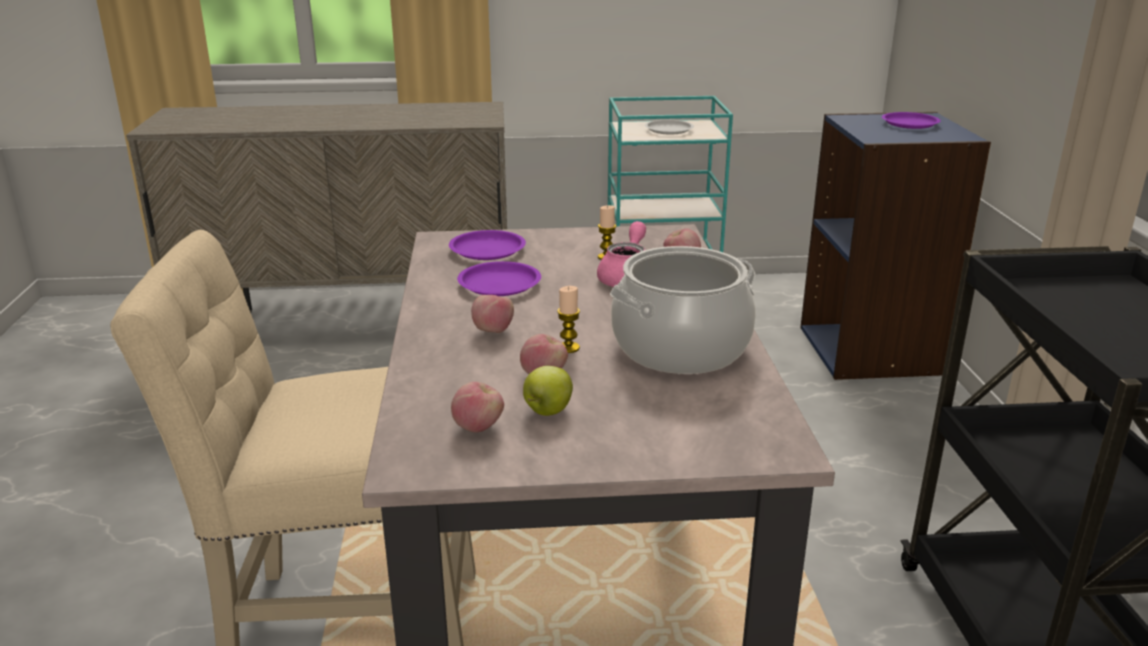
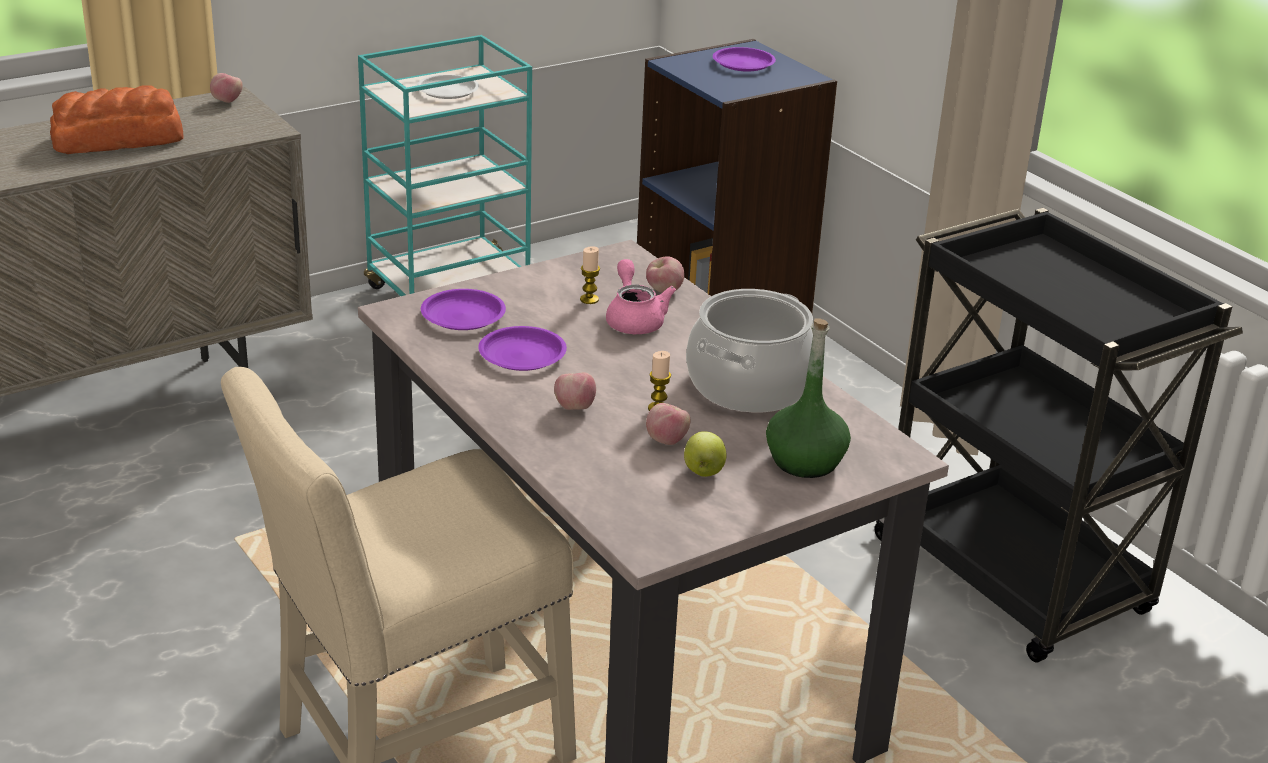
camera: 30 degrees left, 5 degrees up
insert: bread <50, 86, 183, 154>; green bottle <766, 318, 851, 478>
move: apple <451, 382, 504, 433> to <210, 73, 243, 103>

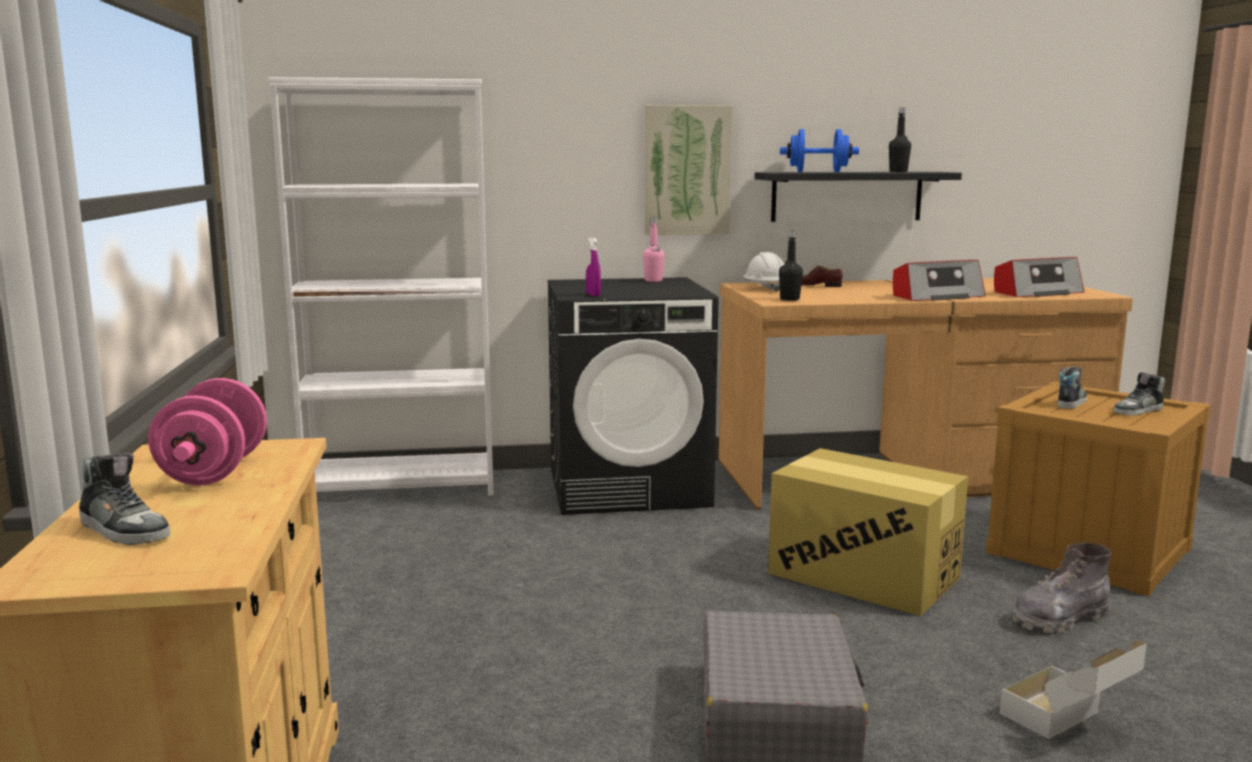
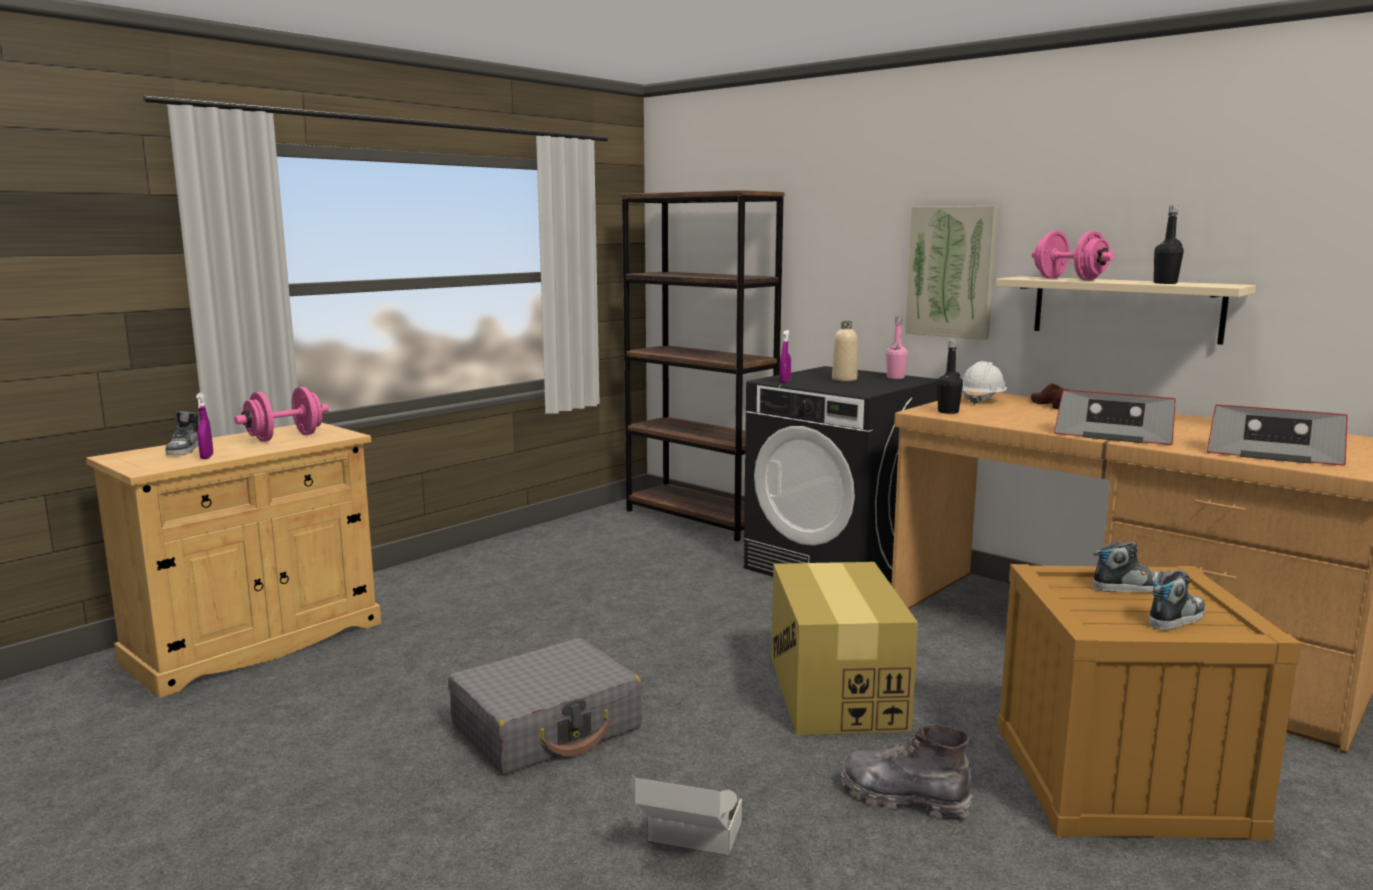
camera: 50 degrees right, 0 degrees up
insert: beige bottle <832, 321, 858, 381>; purple spray bottle <196, 392, 213, 459>
recolor: white bookcase <268, 77, 493, 495> to brown bookcase <621, 190, 785, 542>; blue dumbbell <780, 129, 859, 172> to pink dumbbell <1032, 231, 1115, 280>; black shelf <755, 172, 962, 222> to beige shelf <996, 276, 1256, 345>
rotate: shoe <1113, 372, 1166, 416> = <1149, 570, 1205, 631> 120 degrees clockwise

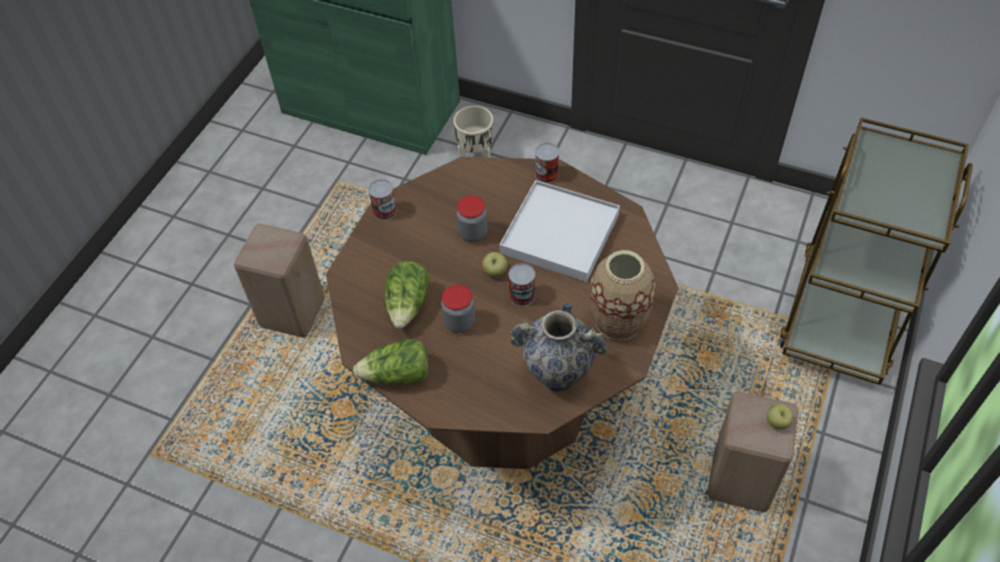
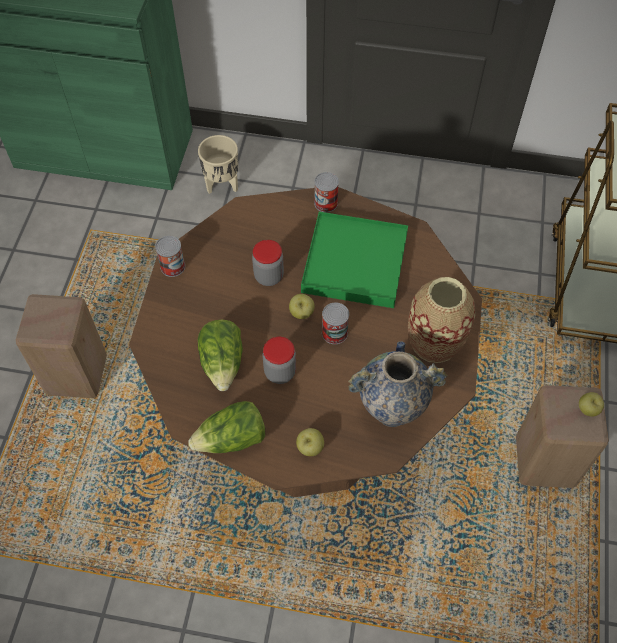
camera: 15 degrees left, 5 degrees up
insert: apple <296, 428, 324, 456>
recolor: white tray <499, 180, 620, 282> to green tray <301, 212, 408, 308>

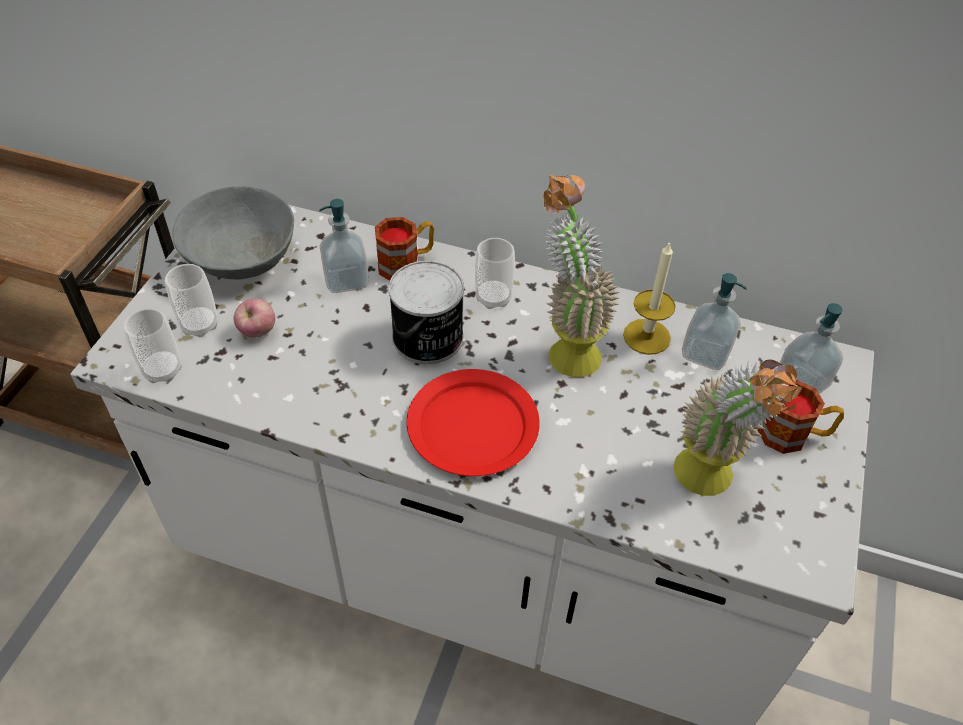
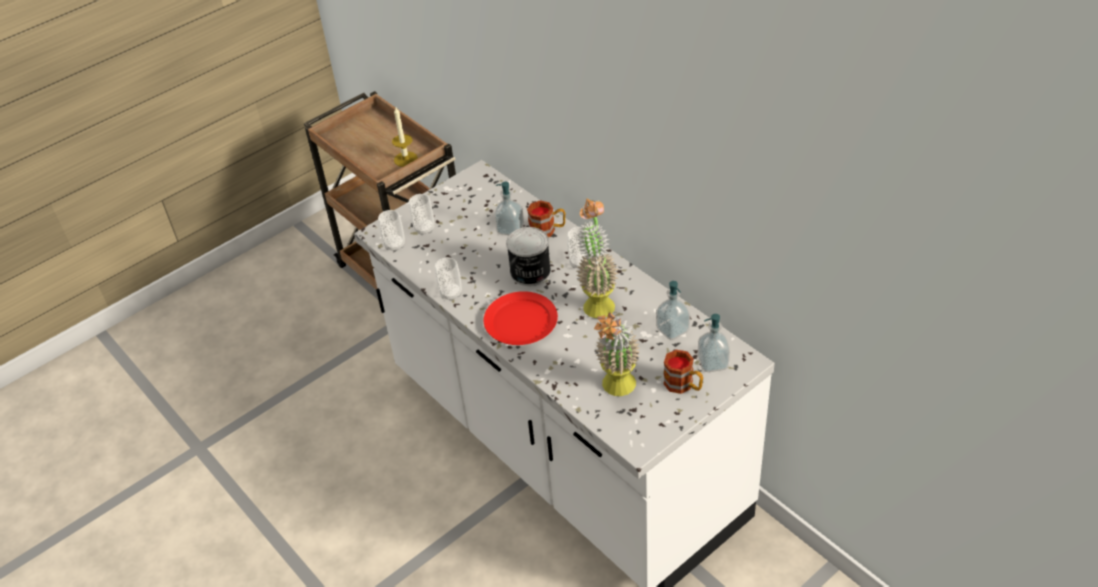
camera: 35 degrees right, 5 degrees down
delete: grey bowl <172, 186, 294, 279>; apple <233, 298, 275, 338>
insert: cup <435, 257, 462, 301>
move: candle <623, 241, 676, 355> to <392, 107, 418, 167>

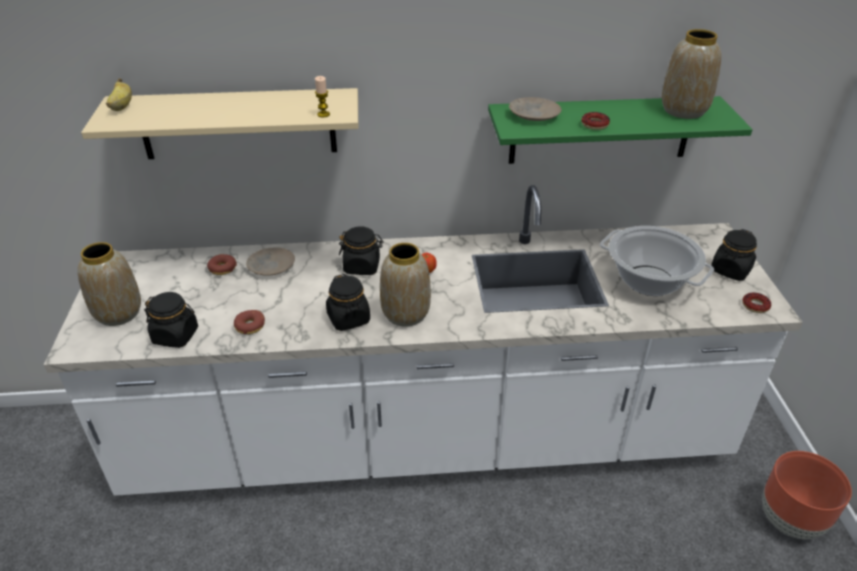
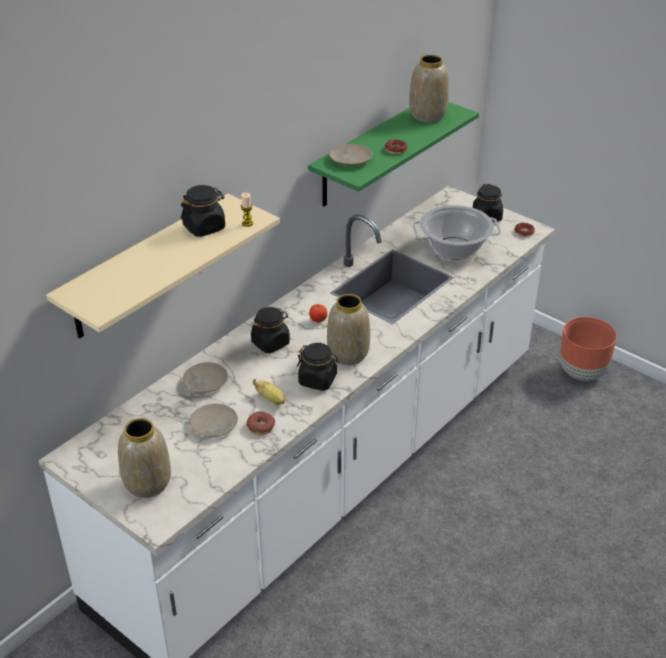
camera: 45 degrees left, 0 degrees up
delete: donut <207, 254, 237, 275>
insert: beige plate <189, 404, 238, 437>
move: banana <106, 78, 132, 111> to <253, 379, 285, 405>; black jar <144, 292, 198, 348> to <181, 185, 225, 237>

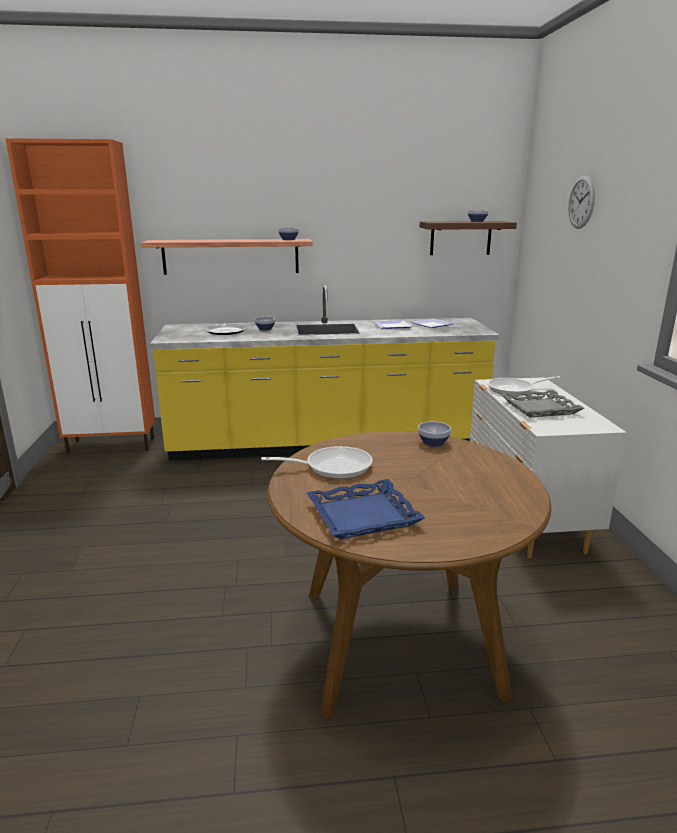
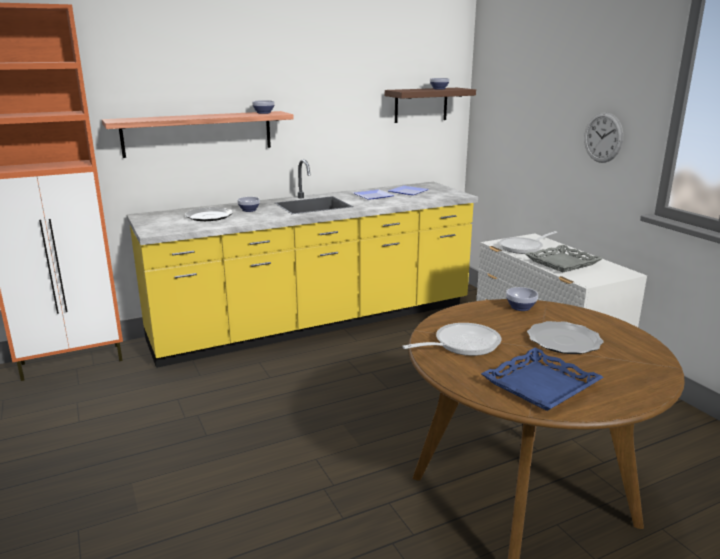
camera: 20 degrees left, 0 degrees up
insert: plate <527, 321, 604, 354>
move: wall clock <568, 175, 595, 229> to <584, 112, 623, 163>

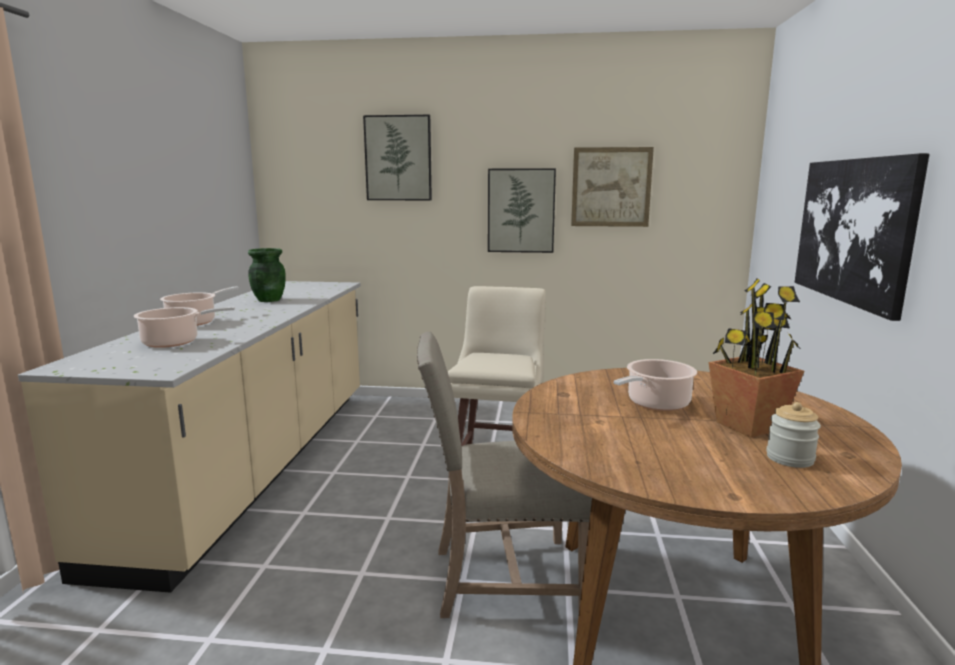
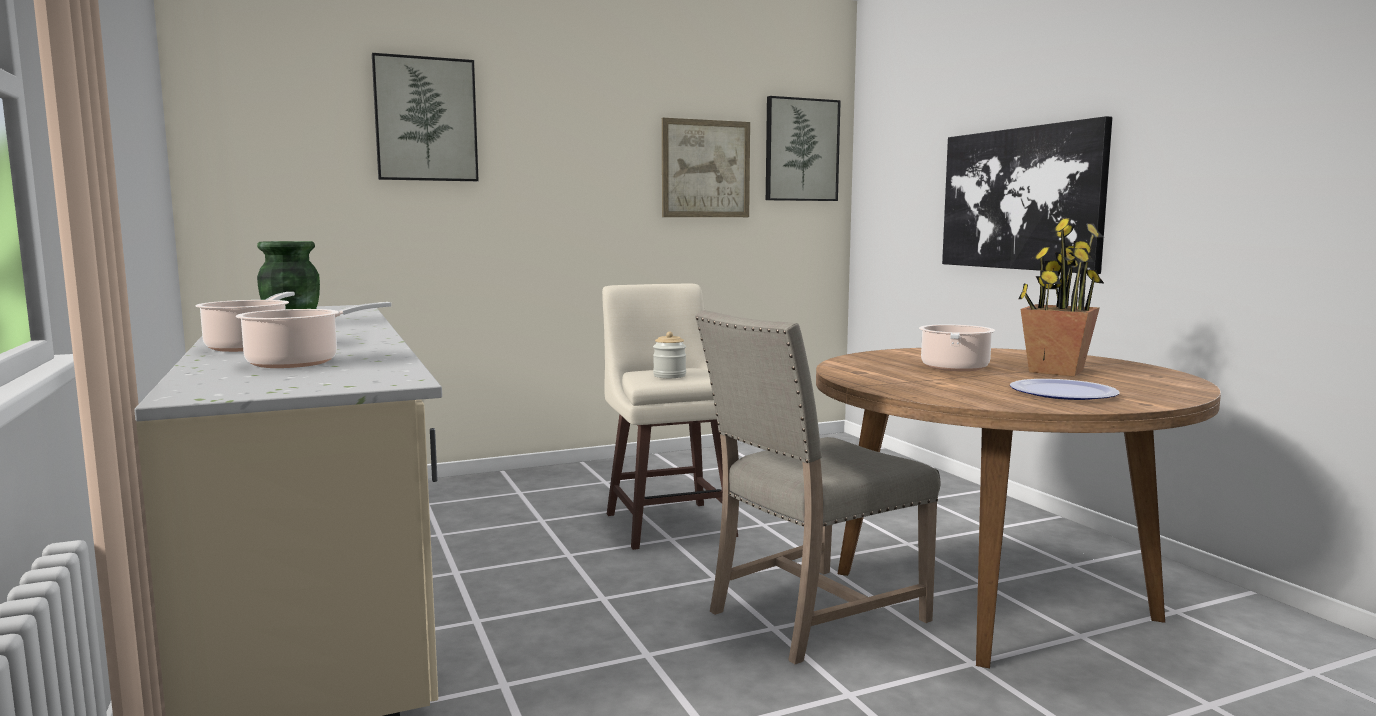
camera: 30 degrees left, 5 degrees down
insert: plate <1010, 379, 1119, 400>
move: picture <488, 168, 556, 253> to <766, 96, 841, 201>; jar <766, 402, 821, 468> to <653, 331, 686, 378>

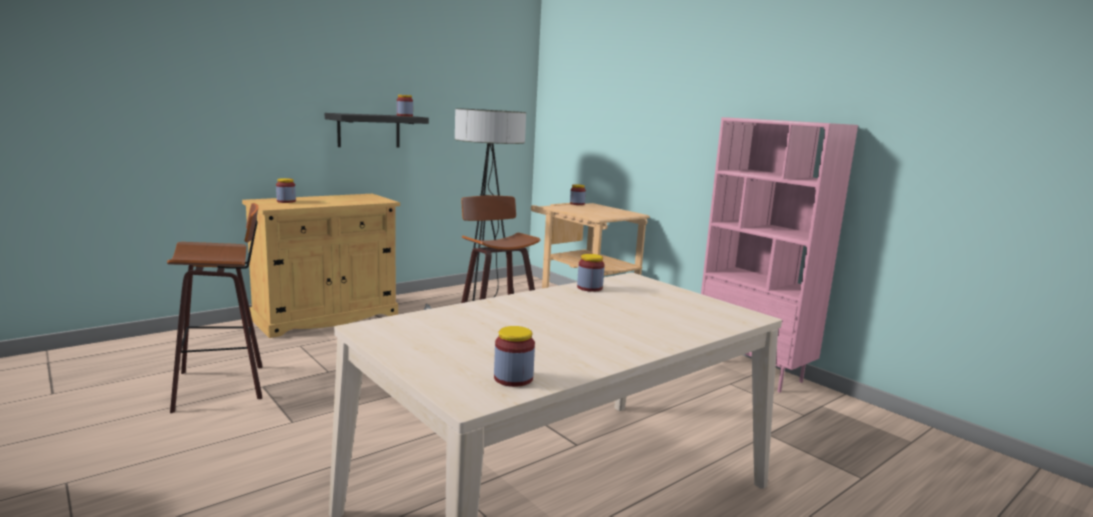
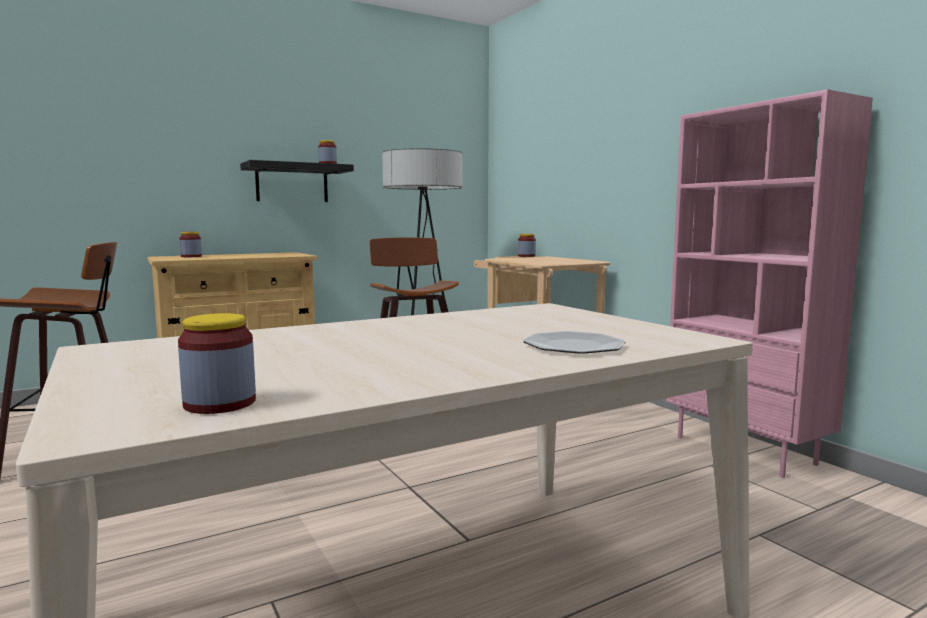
camera: 10 degrees right, 5 degrees down
delete: jar <577, 254, 605, 292>
insert: plate <523, 331, 625, 354>

